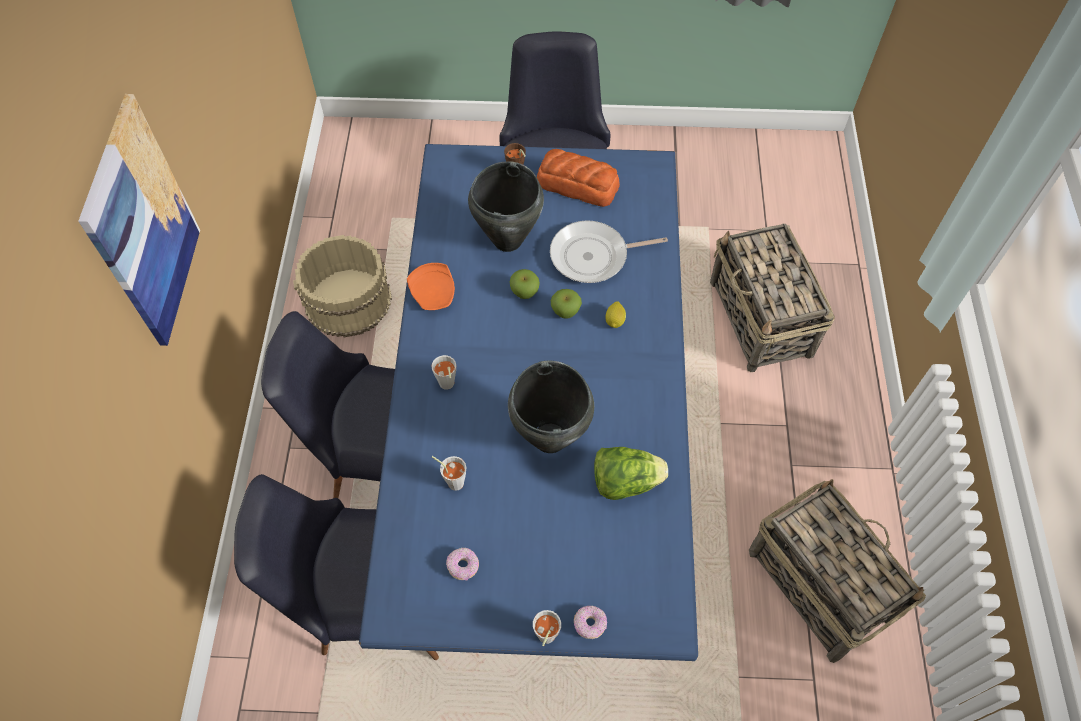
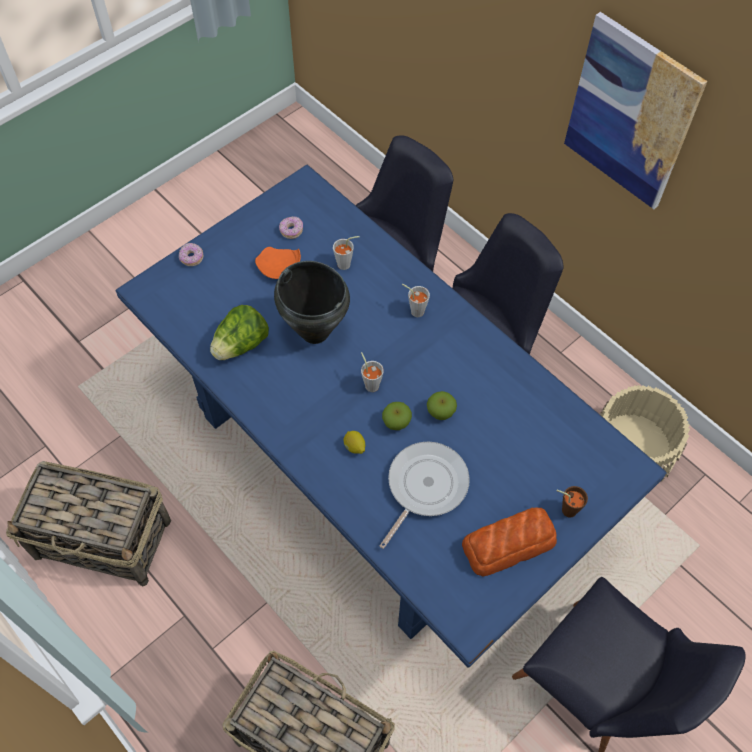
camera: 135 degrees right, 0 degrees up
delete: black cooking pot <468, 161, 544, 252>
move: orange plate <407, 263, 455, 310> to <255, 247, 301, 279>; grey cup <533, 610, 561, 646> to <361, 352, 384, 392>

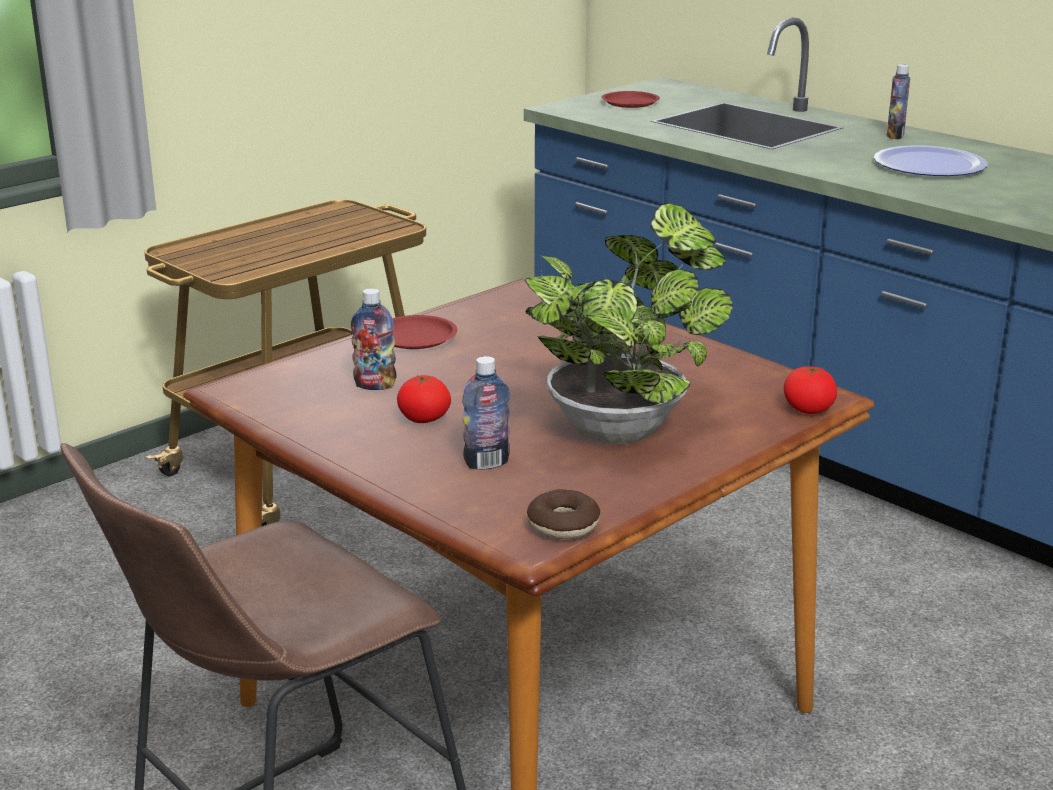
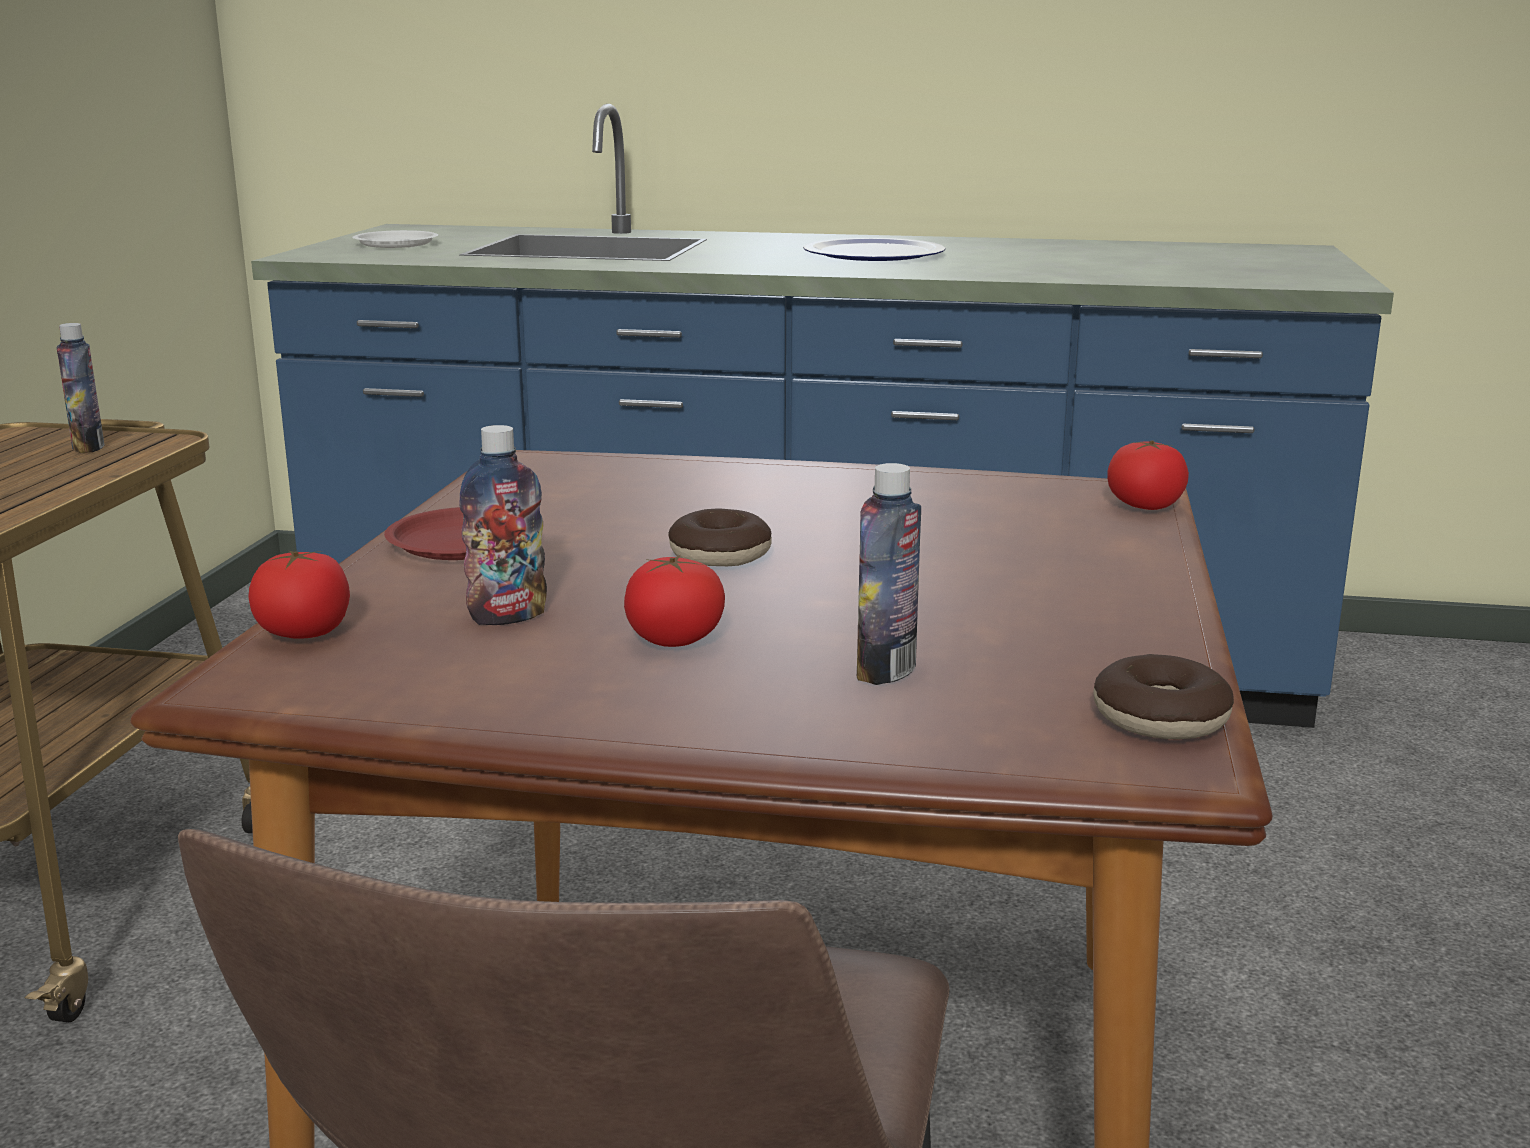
camera: 35 degrees left, 5 degrees down
delete: potted plant <525, 203, 733, 444>
insert: donut <668, 508, 772, 566>; tomato <248, 550, 350, 639>
move: bottle <887, 64, 910, 139> to <57, 323, 105, 453>
recolor: red plate <602, 91, 660, 108> to white plate <352, 230, 438, 248>

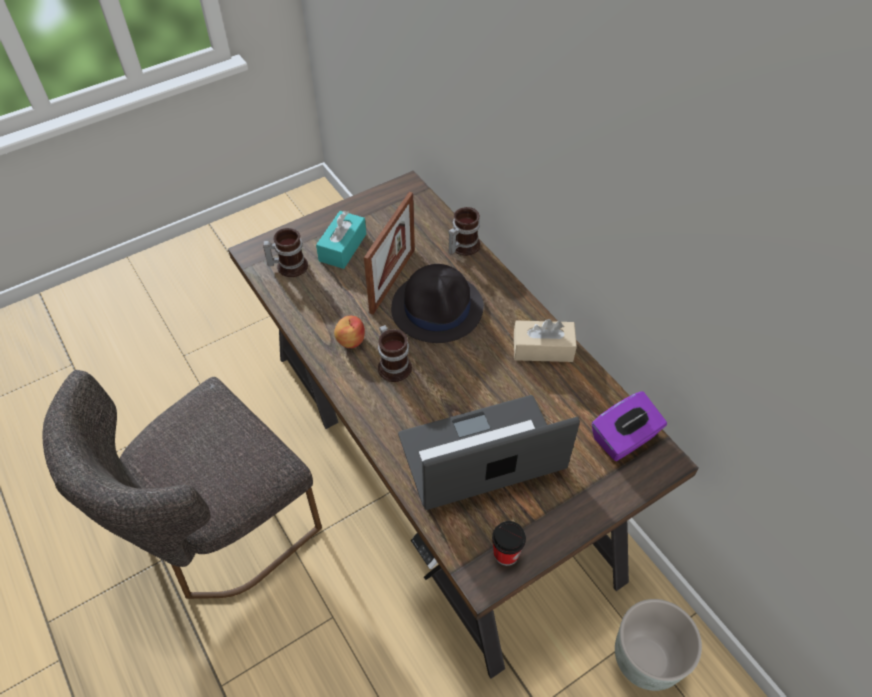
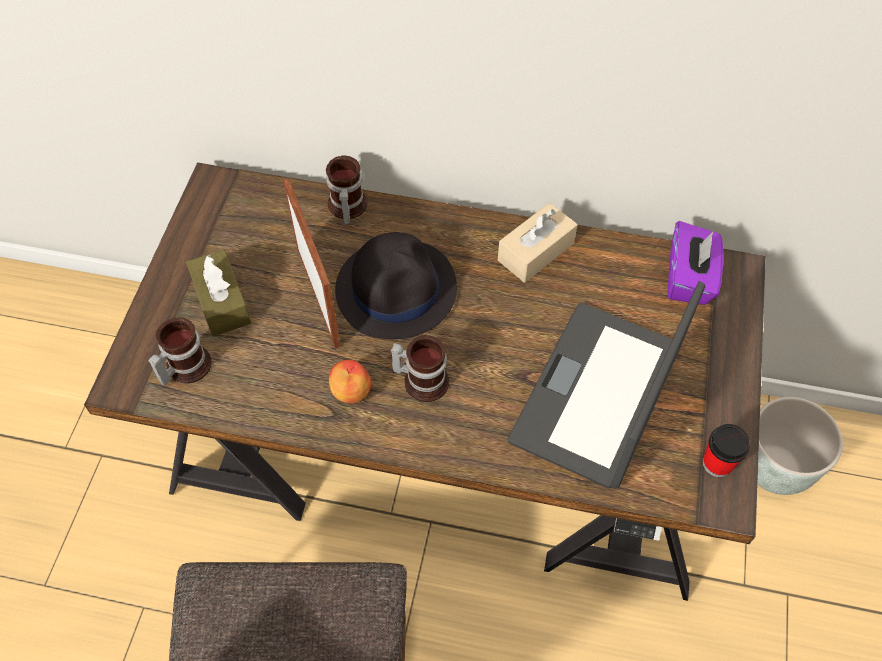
camera: 45 degrees left, 5 degrees up
recolor: turquoise tissue box <316, 211, 366, 269> to brown tissue box <186, 249, 251, 337>

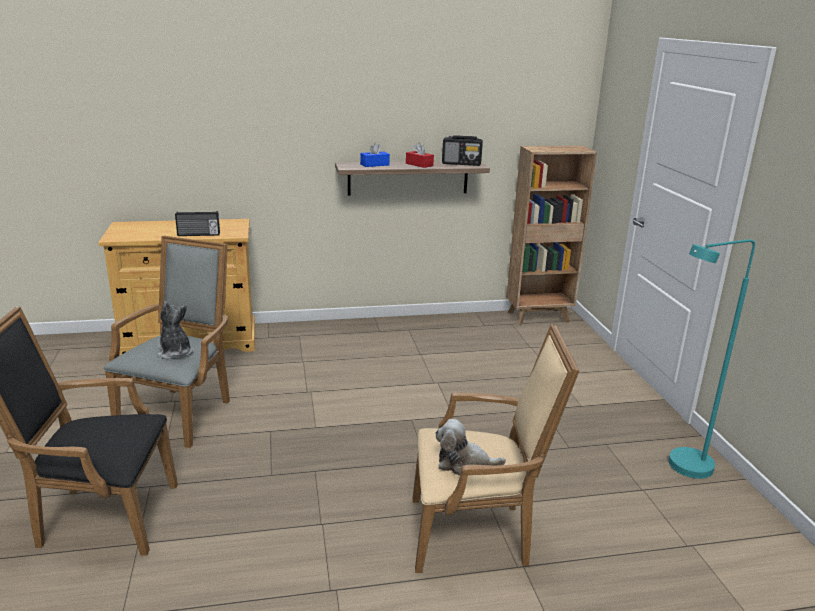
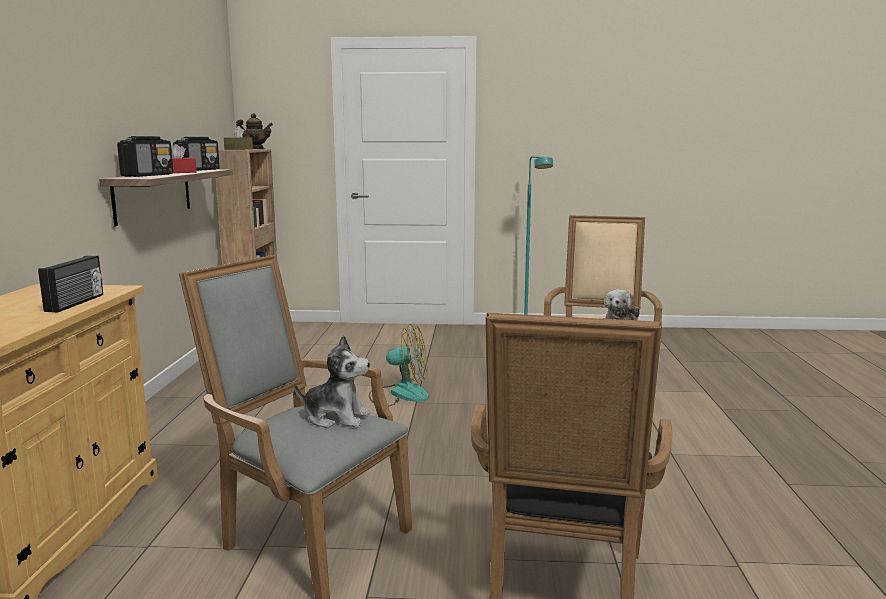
camera: 75 degrees left, 10 degrees down
insert: teapot <236, 113, 273, 149>; brown tissue box <224, 126, 253, 150>; fan <369, 324, 429, 407>
replace: blue tissue box <360, 142, 390, 167> to radio <117, 136, 173, 177>
rotate: plush toy <158, 301, 193, 359> = <294, 335, 371, 428> 150 degrees counterclockwise

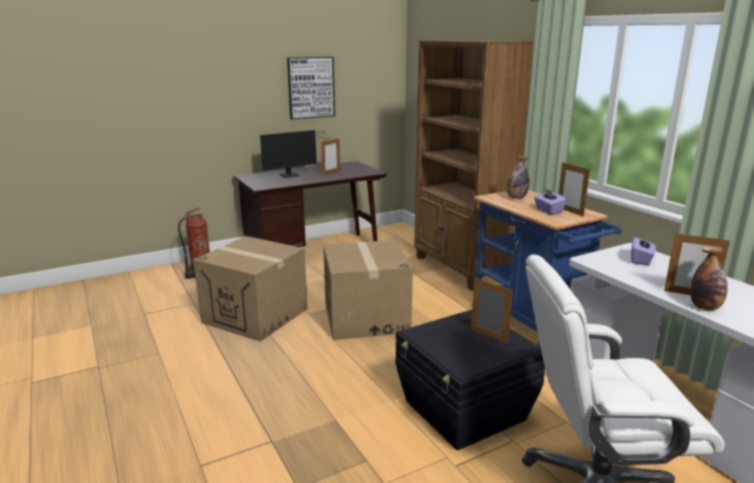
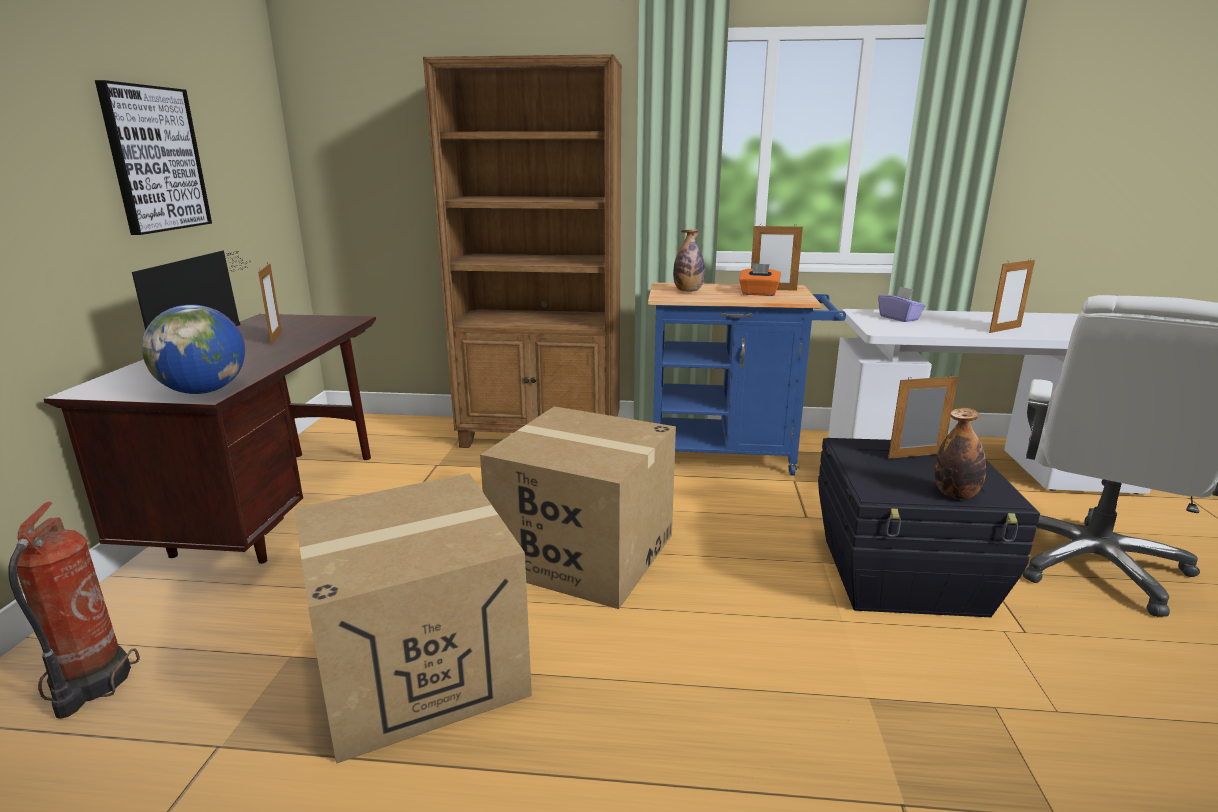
camera: 55 degrees left, 0 degrees up
insert: globe <142, 305, 245, 394>
move: bottle <690, 246, 728, 310> to <934, 408, 986, 499>
recolor: purple tissue box <534, 188, 567, 215> to orange tissue box <739, 263, 781, 296>

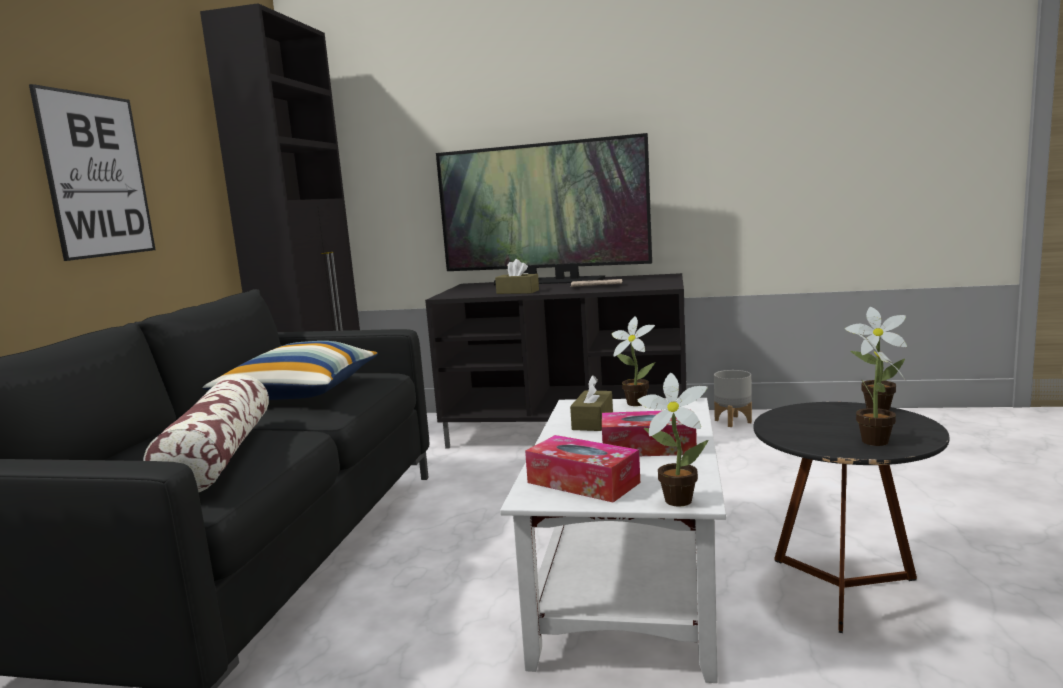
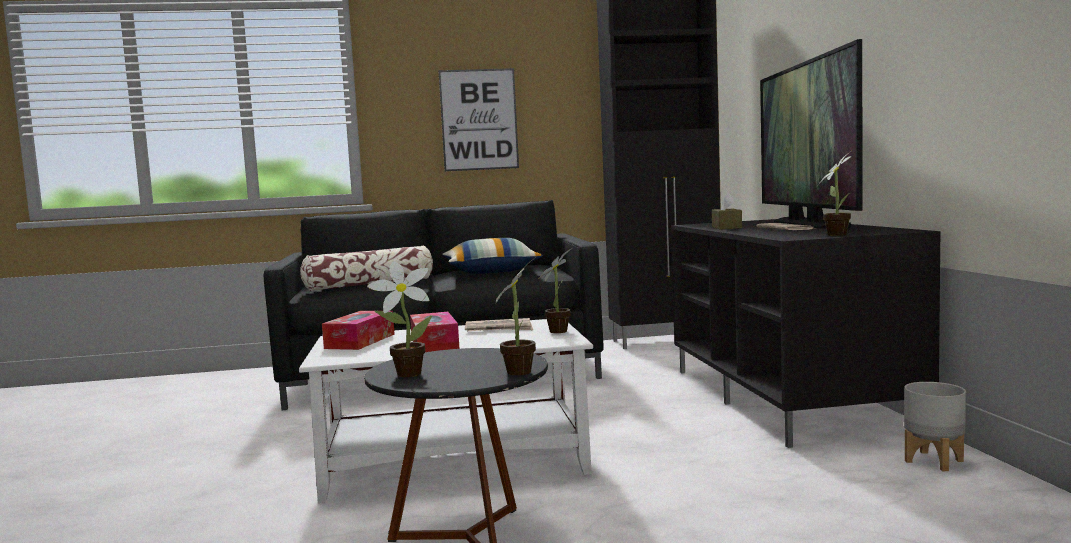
camera: 70 degrees right, 5 degrees down
move: potted plant <638, 373, 708, 506> to <818, 152, 852, 236>
replace: brown tissue box <570, 375, 613, 431> to newspaper <465, 318, 533, 331>

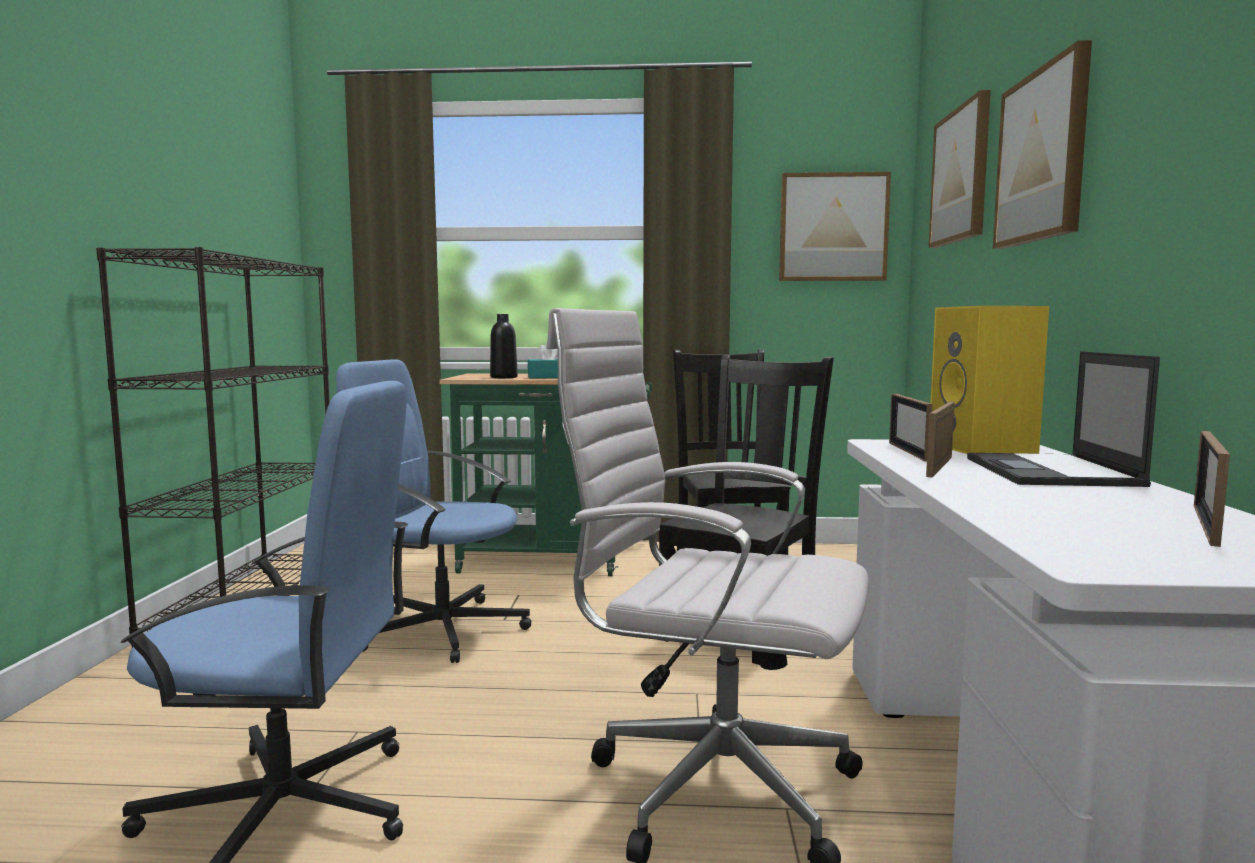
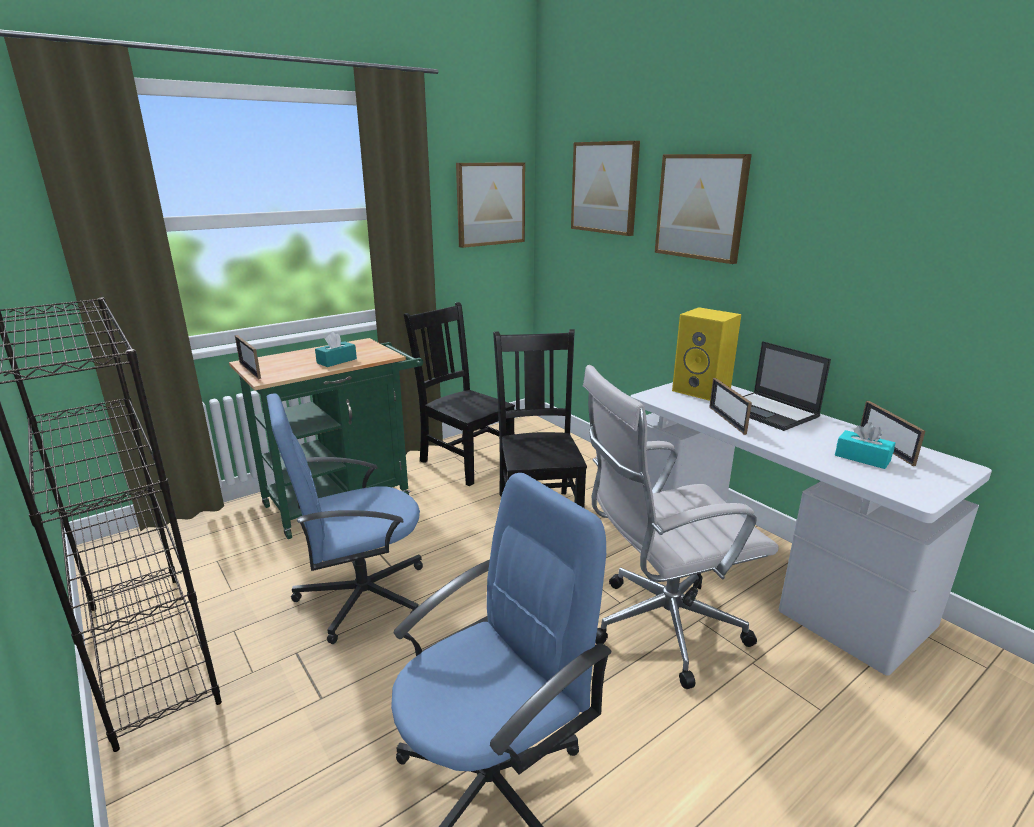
camera: 40 degrees left, 15 degrees up
delete: black bottle <490, 314, 518, 378>
insert: turquoise tissue box <835, 422, 895, 469>
move: picture frame <889, 394, 933, 461> to <235, 335, 261, 379>

